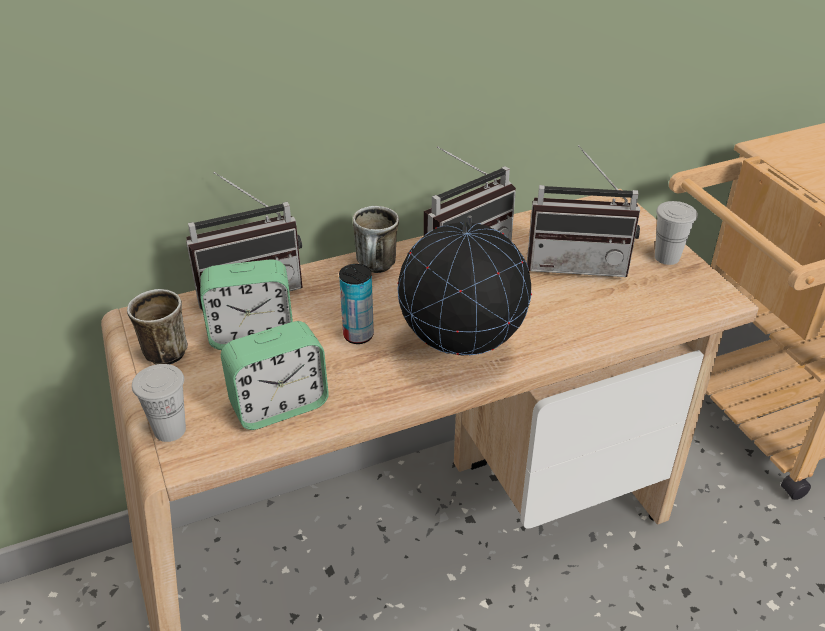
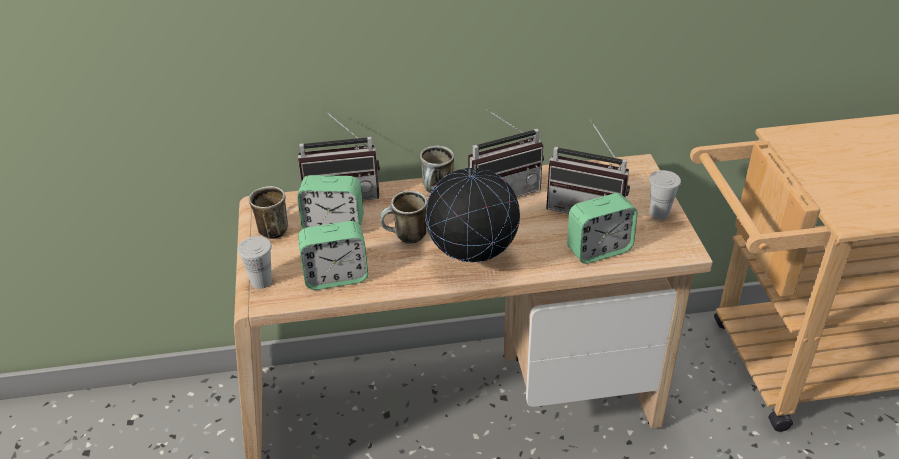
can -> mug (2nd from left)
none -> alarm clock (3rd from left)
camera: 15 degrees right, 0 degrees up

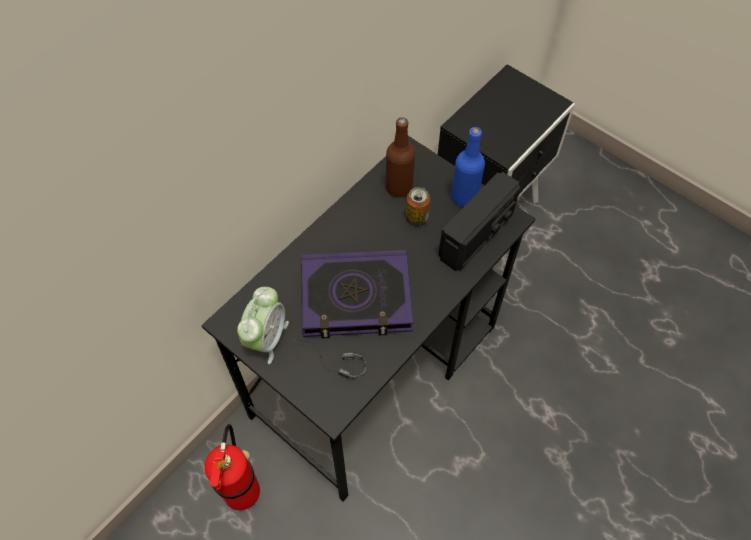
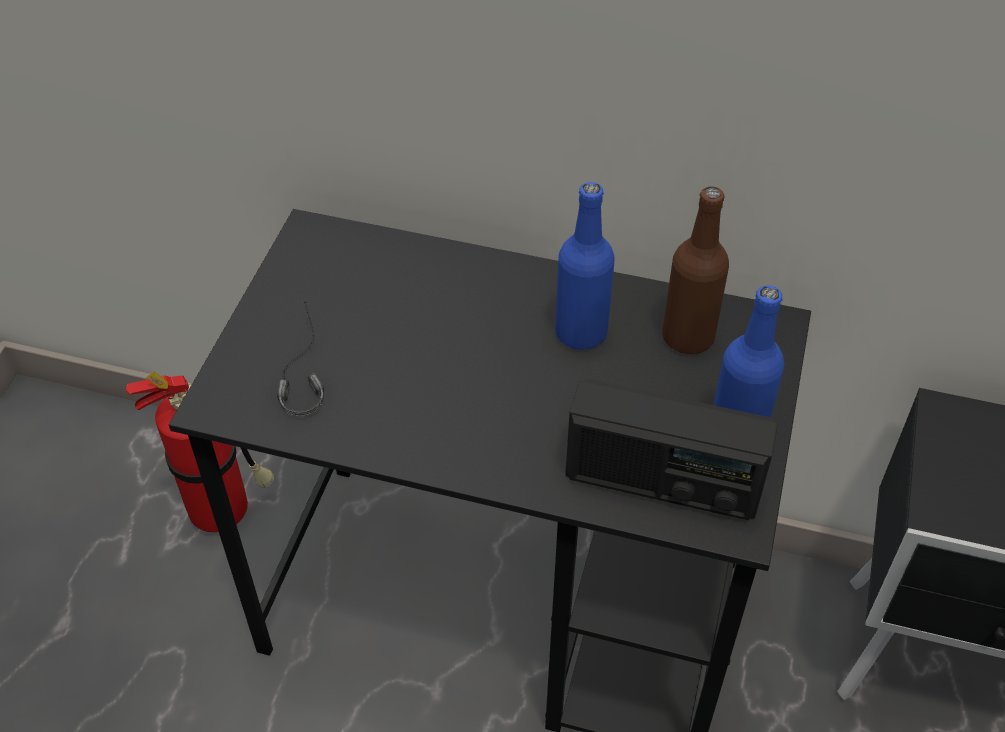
none -> blue bottle (1st from left)
alarm clock -> none
book -> none
can -> none
camera: 65 degrees right, 10 degrees down

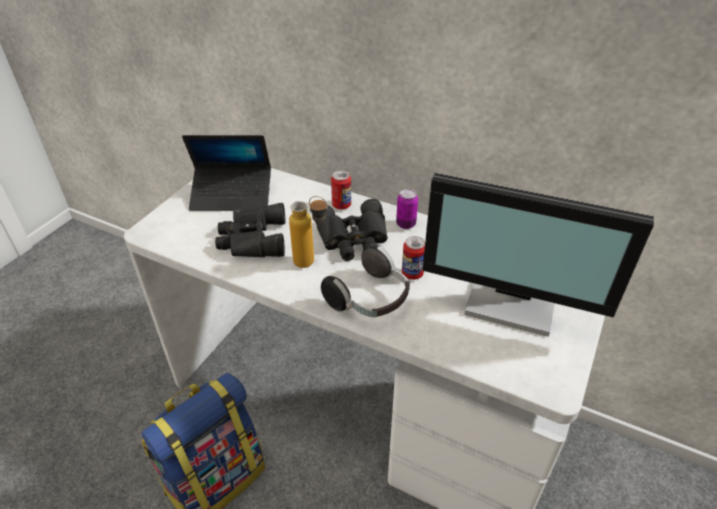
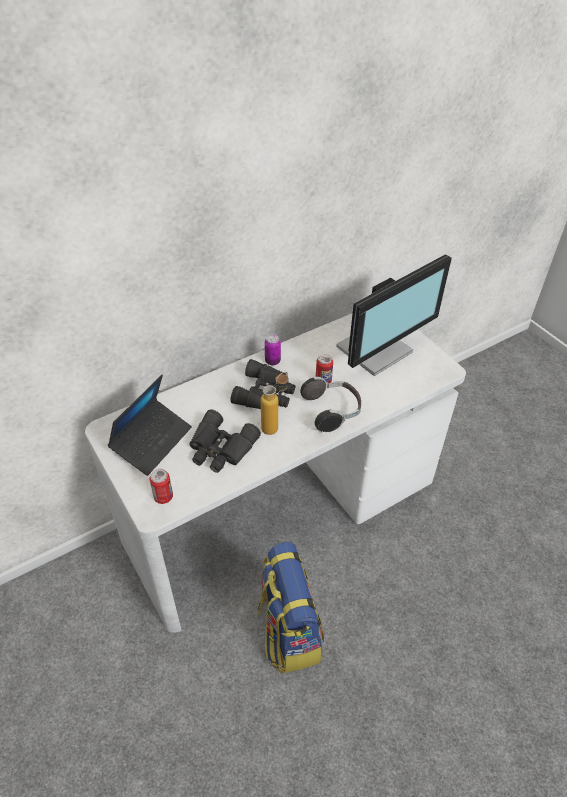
can (1st from left), move
camera: 60 degrees left, 5 degrees up

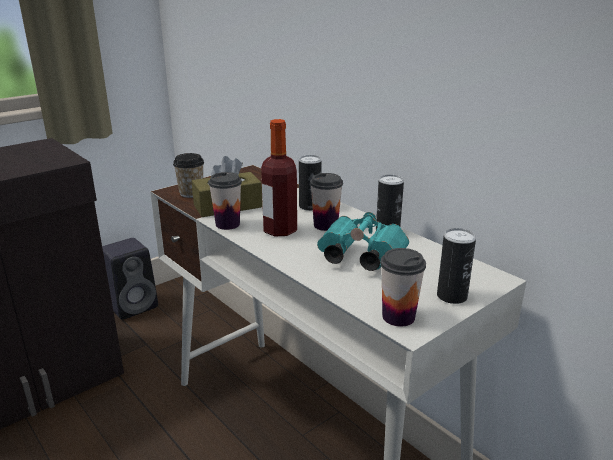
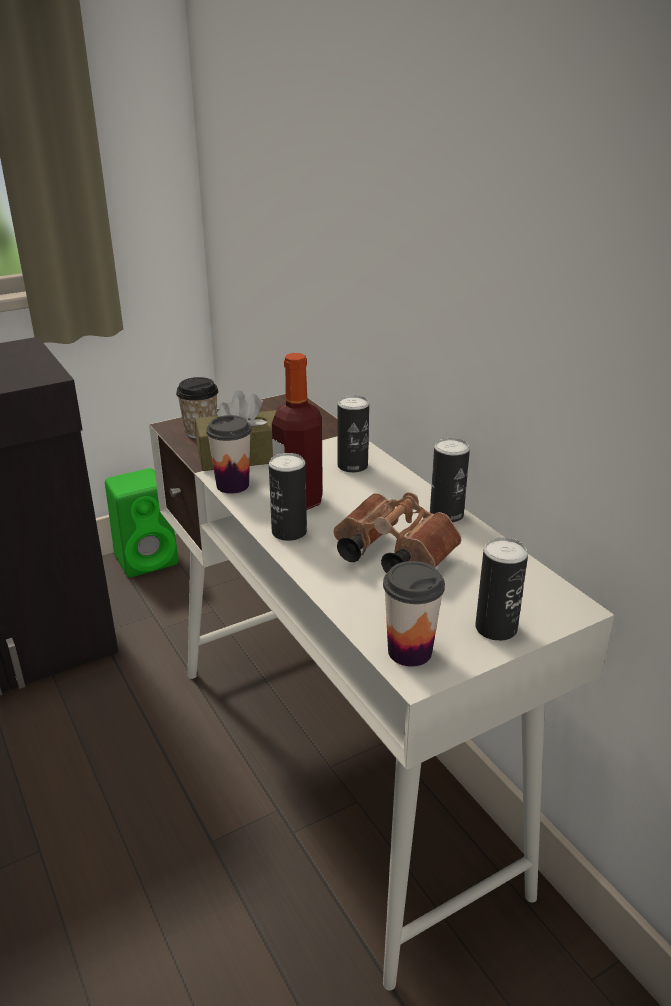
black speaker -> green speaker
none -> can (1st from left)
turquoise binoculars -> brown binoculars
cup (3rd from left) -> none
camera: 10 degrees right, 5 degrees up

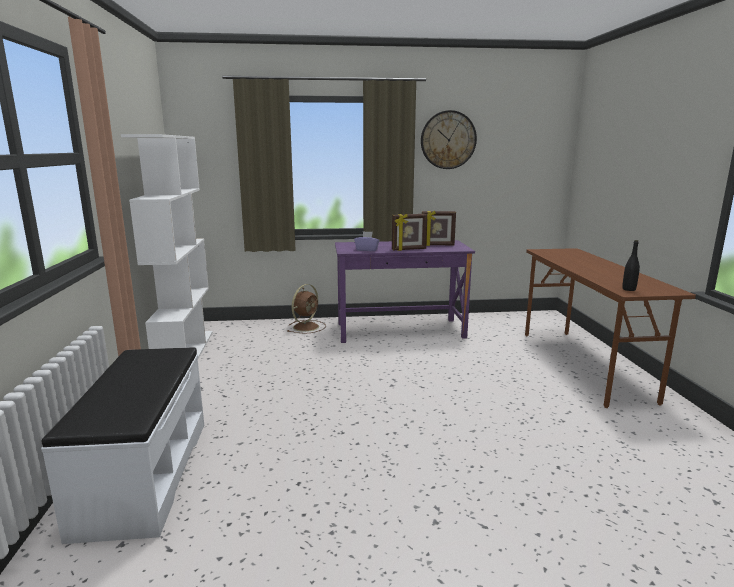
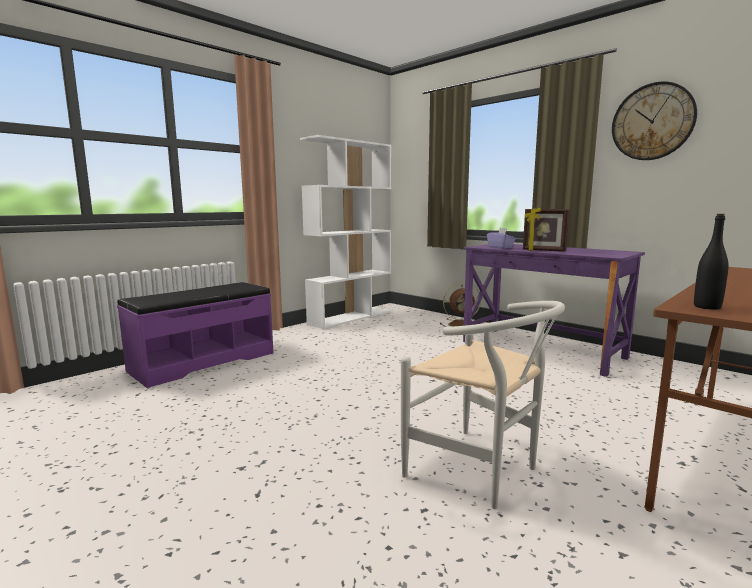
white bench -> purple bench
none -> white chair
picture frame (2nd from left) -> none
camera: 50 degrees right, 5 degrees down

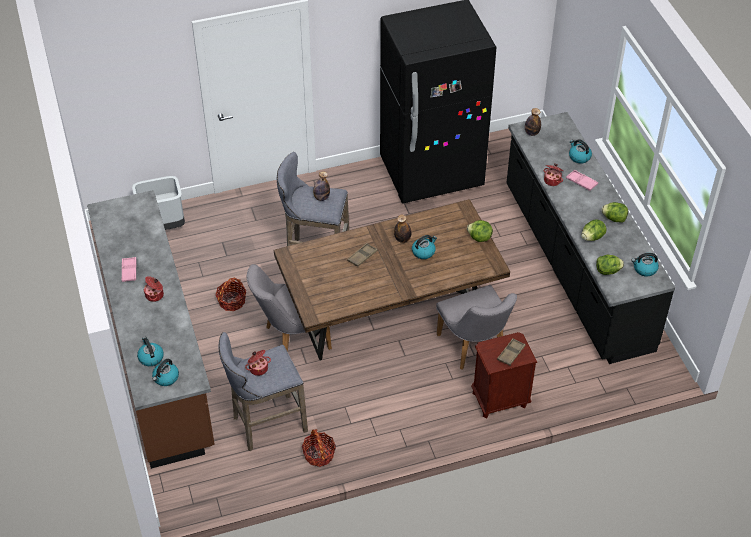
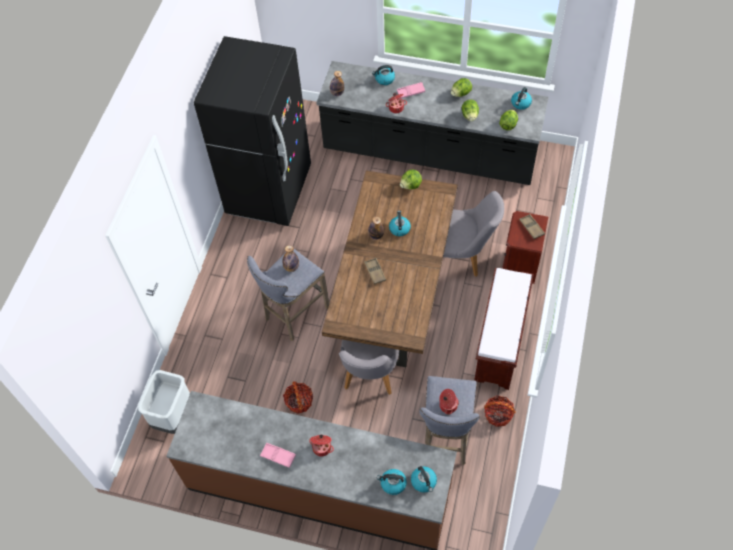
none -> brown bench
camera: 55 degrees left, 10 degrees up

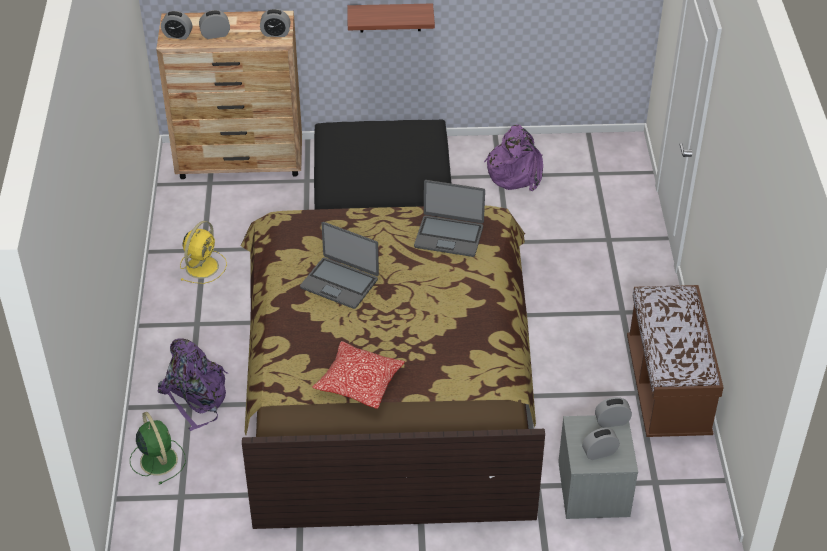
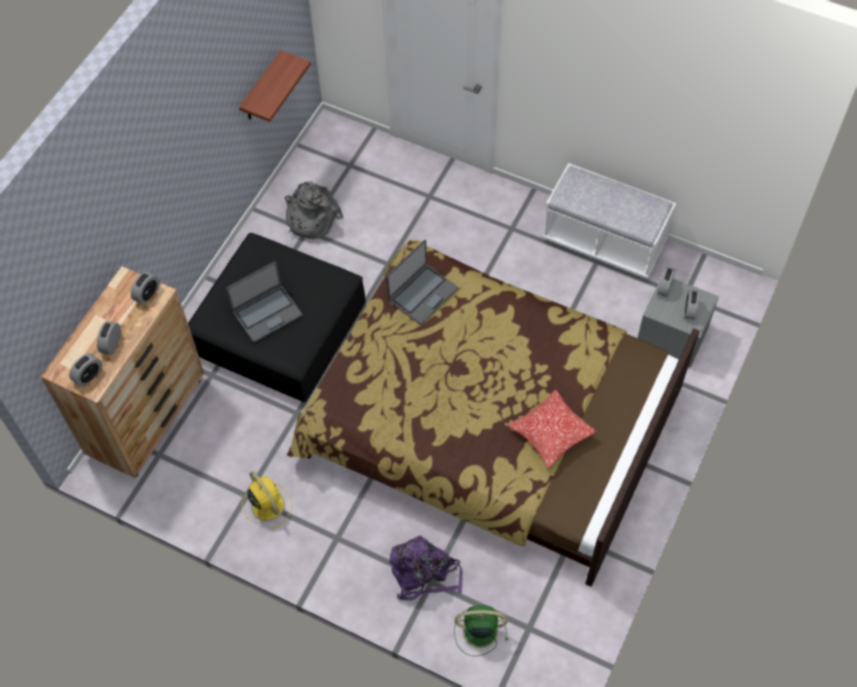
laptop (1st from left), move
shelf, move
purple backpack (2nd from left) -> grey backpack
brown bench -> white bench
camera: 60 degrees left, 15 degrees up

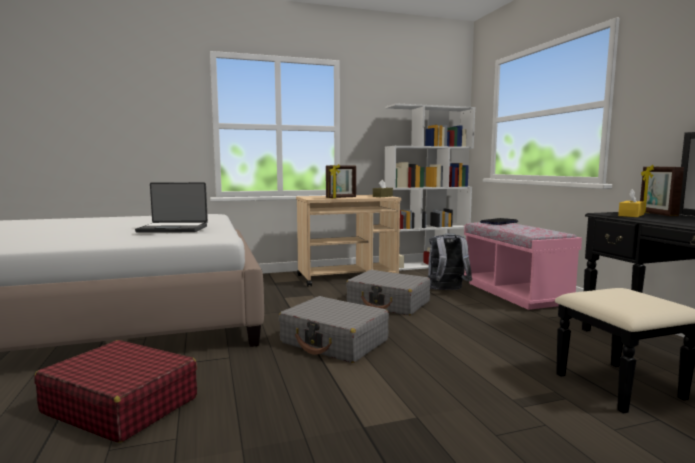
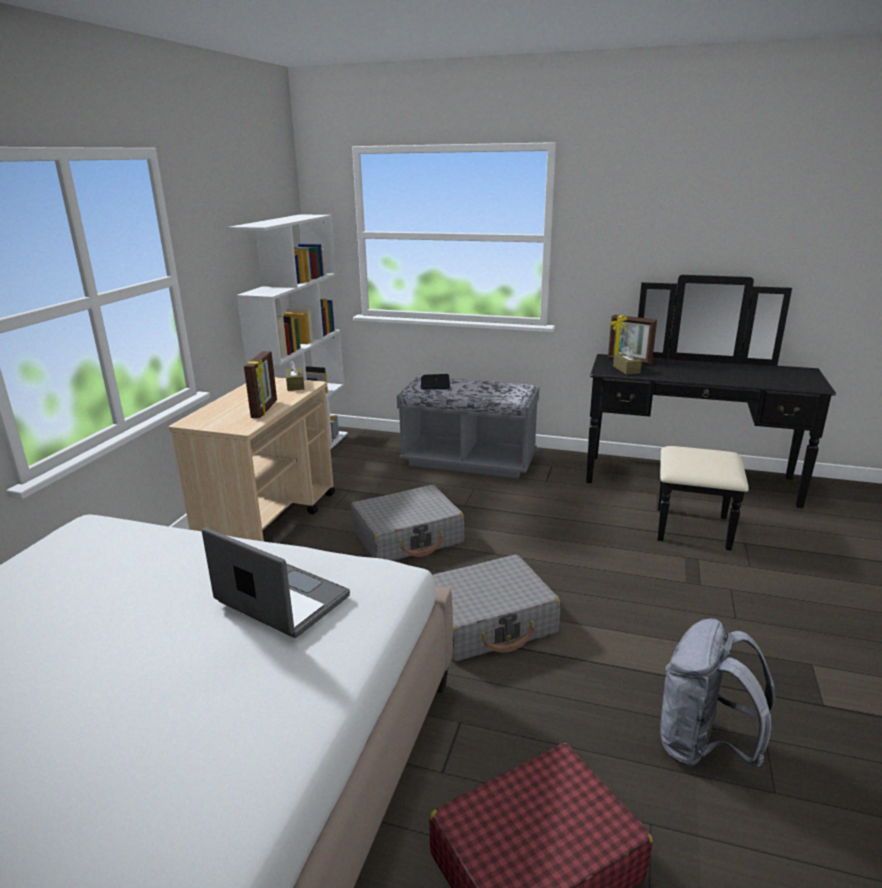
laptop (1st from left), 90 degrees counterclockwise
pink bench -> grey bench
yellow tissue box -> brown tissue box (2nd from left)
grey backpack, move
camera: 55 degrees left, 15 degrees up

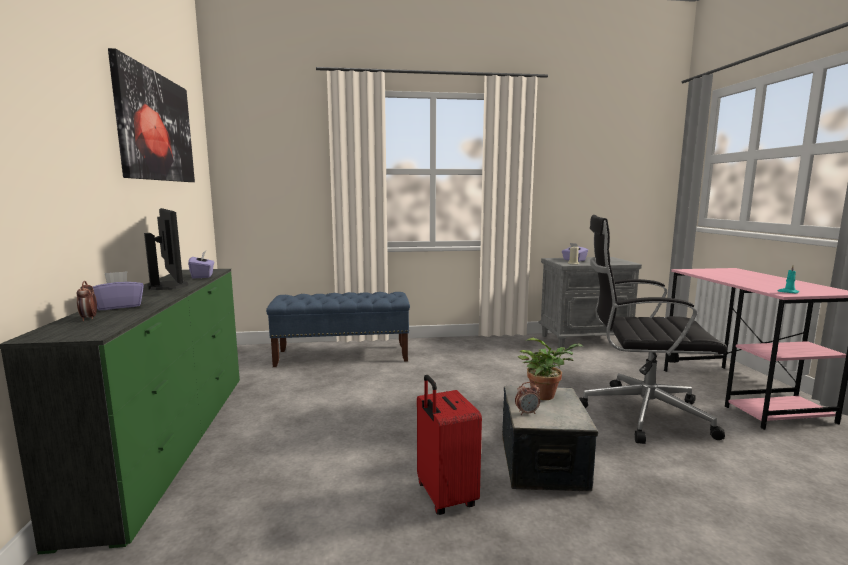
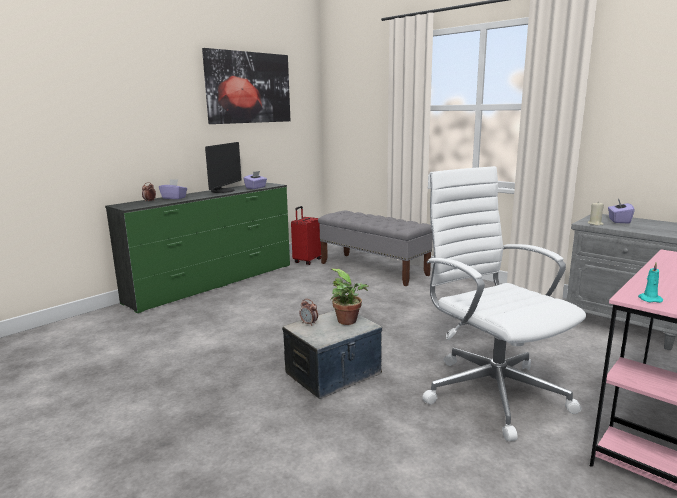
red suitcase, move
blue bench -> grey bench
black office chair -> white office chair
camera: 50 degrees right, 5 degrees up

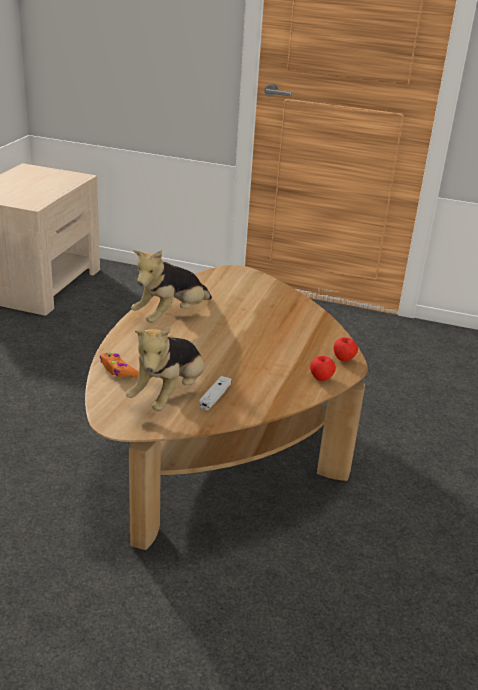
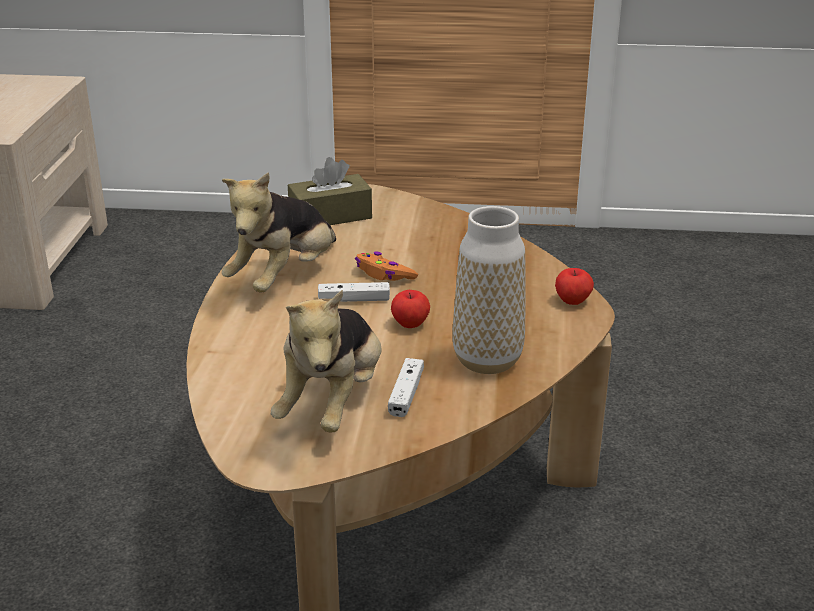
none -> brown tissue box
none -> white game controller (1st from left)
orange game controller, move
apple (1st from left), move
none -> vase
camera: 10 degrees left, 0 degrees up

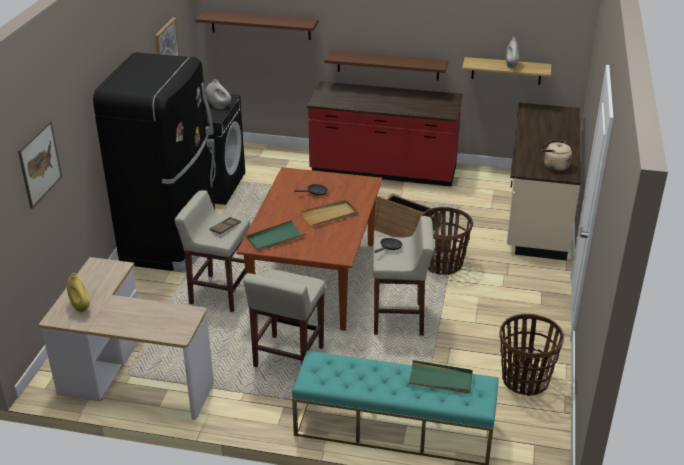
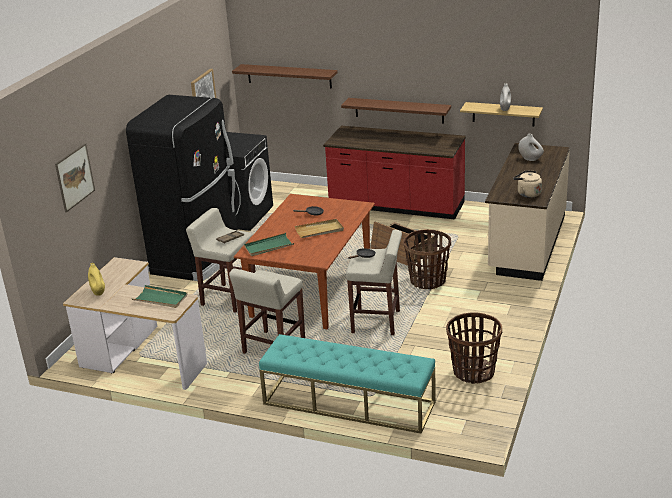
green tray (2nd from left in the first image) -> green tray (1st from left), move
white vase (1st from left in the first image) -> white vase (2nd from left), move
camera: 10 degrees right, 5 degrees down

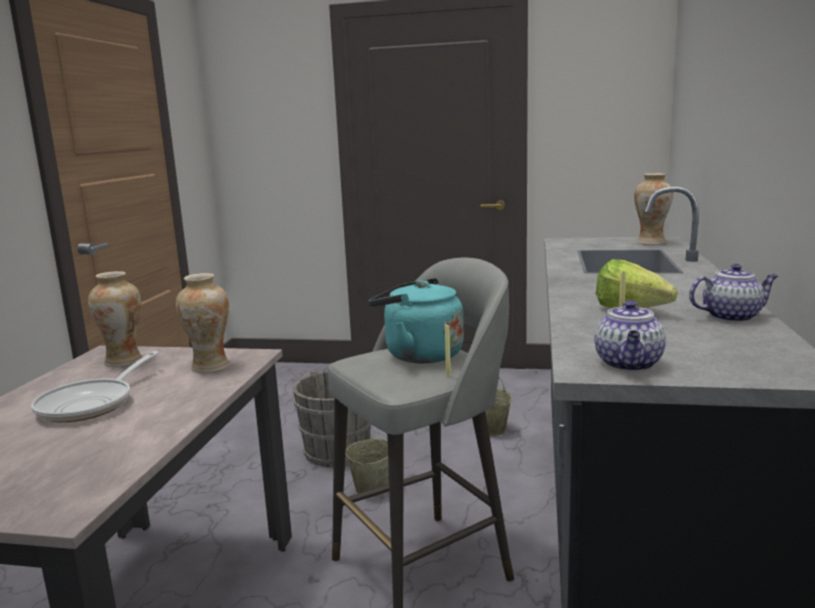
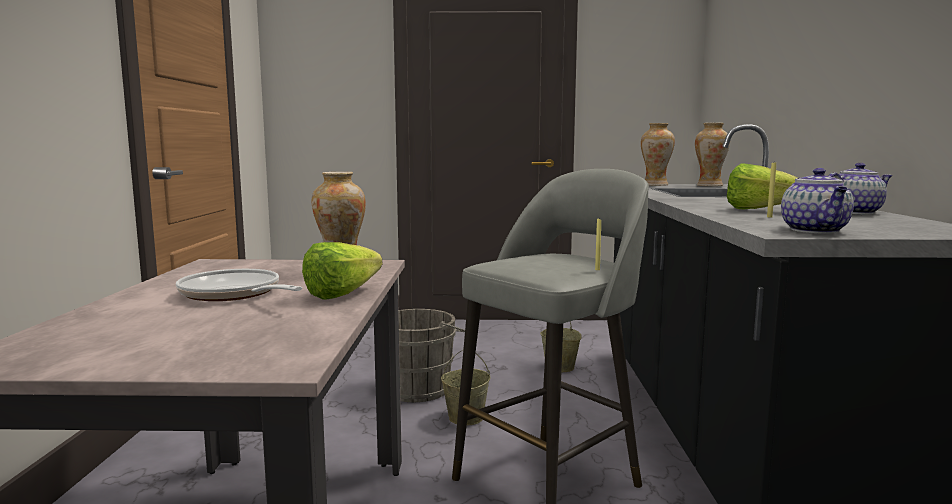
frying pan, 120 degrees clockwise
none -> lettuce (1st from left)
vase (1st from left in the first image) -> vase (2nd from left), move
turquoise kettle -> none
camera: 10 degrees left, 5 degrees down

